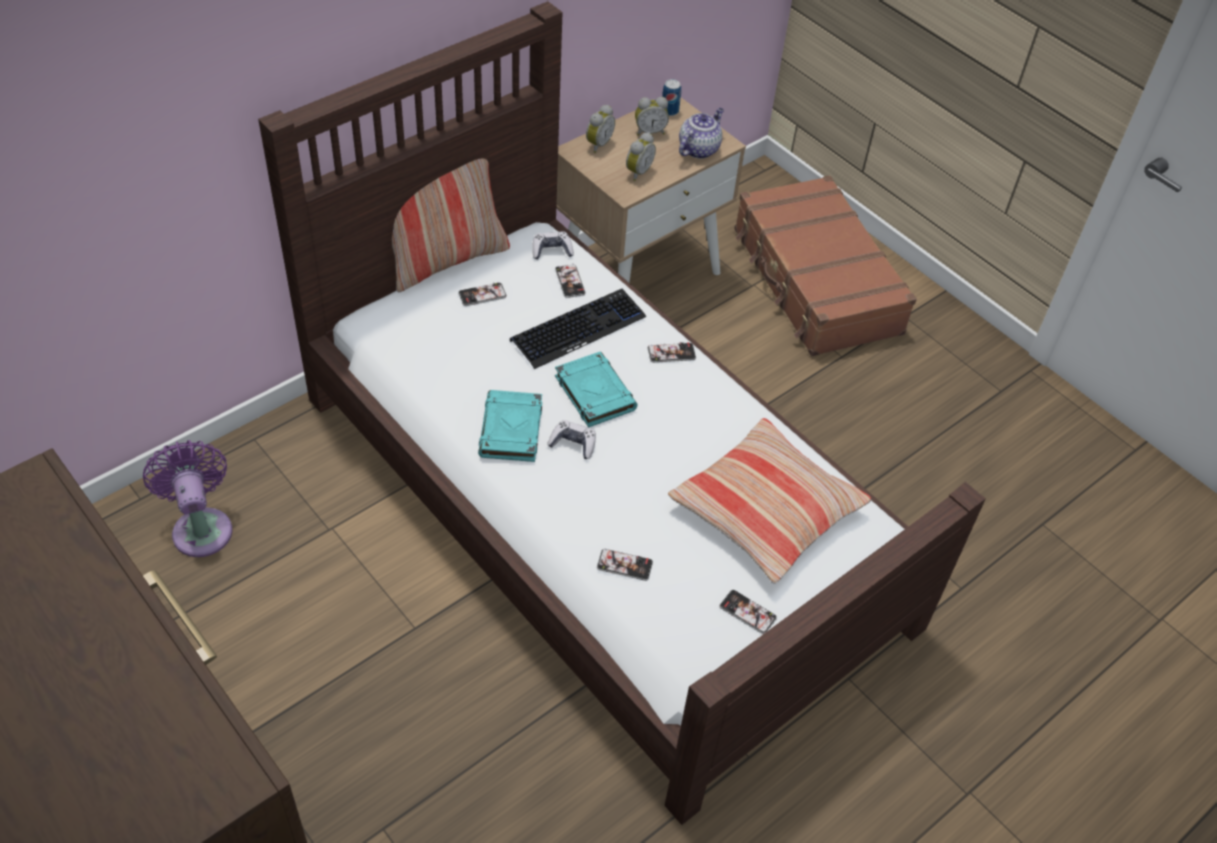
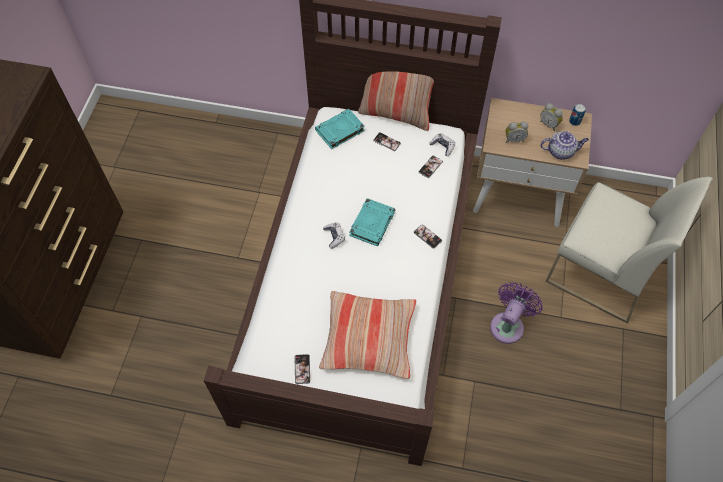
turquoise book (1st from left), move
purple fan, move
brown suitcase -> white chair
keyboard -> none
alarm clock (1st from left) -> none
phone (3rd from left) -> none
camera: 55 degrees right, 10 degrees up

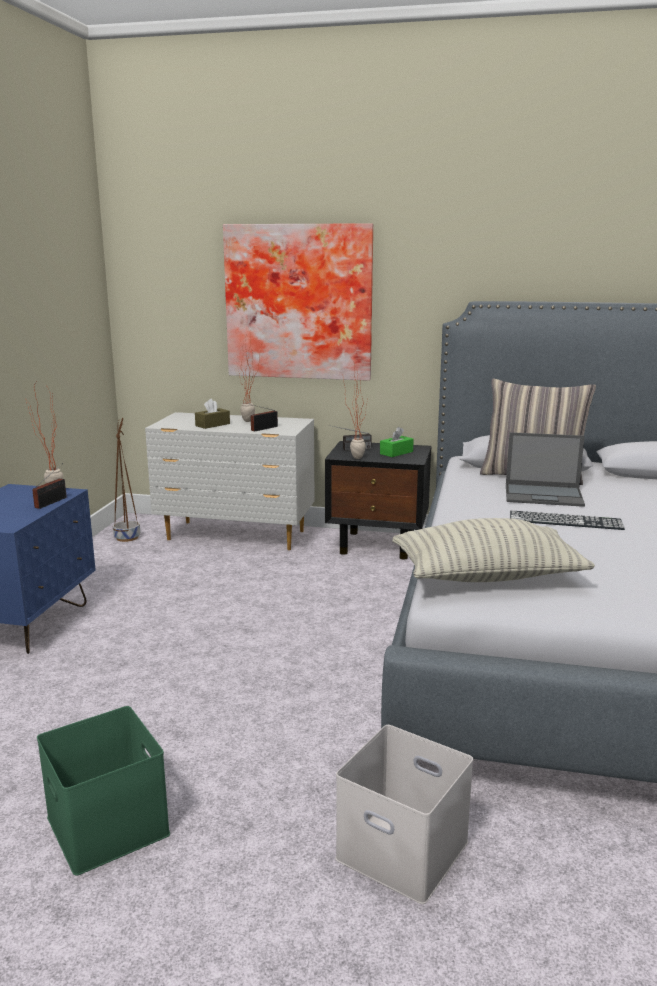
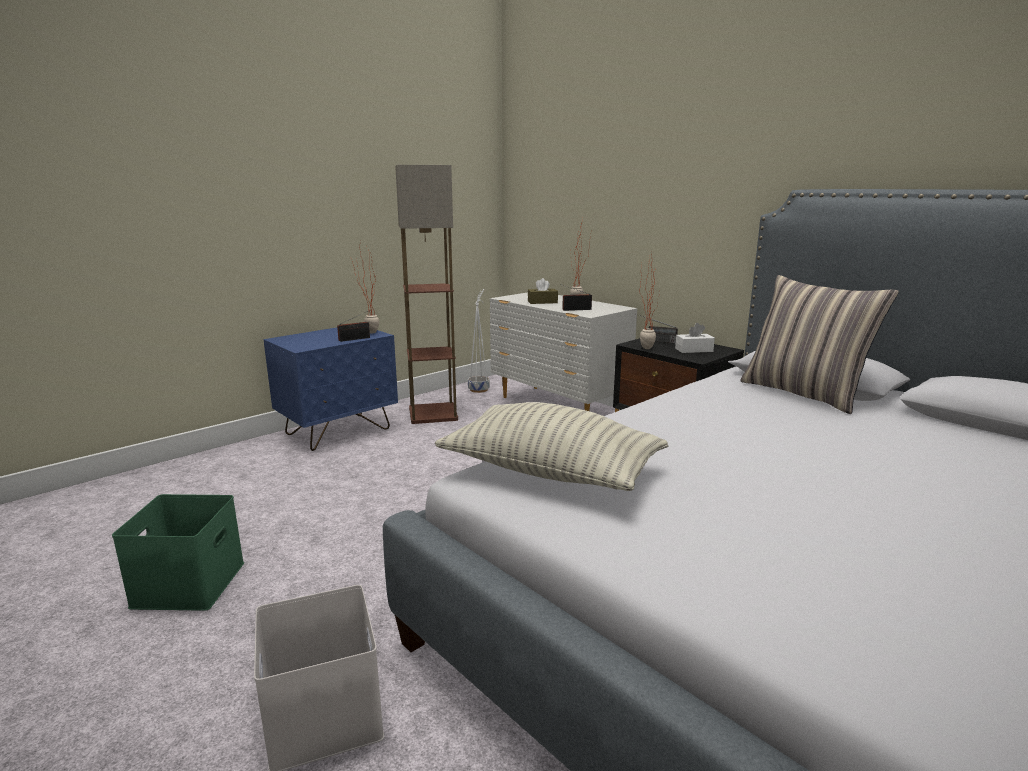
none -> floor lamp
brown planter -> white planter
green tissue box -> white tissue box
picture -> none
laptop -> none
keyboard -> none
camera: 35 degrees right, 0 degrees up

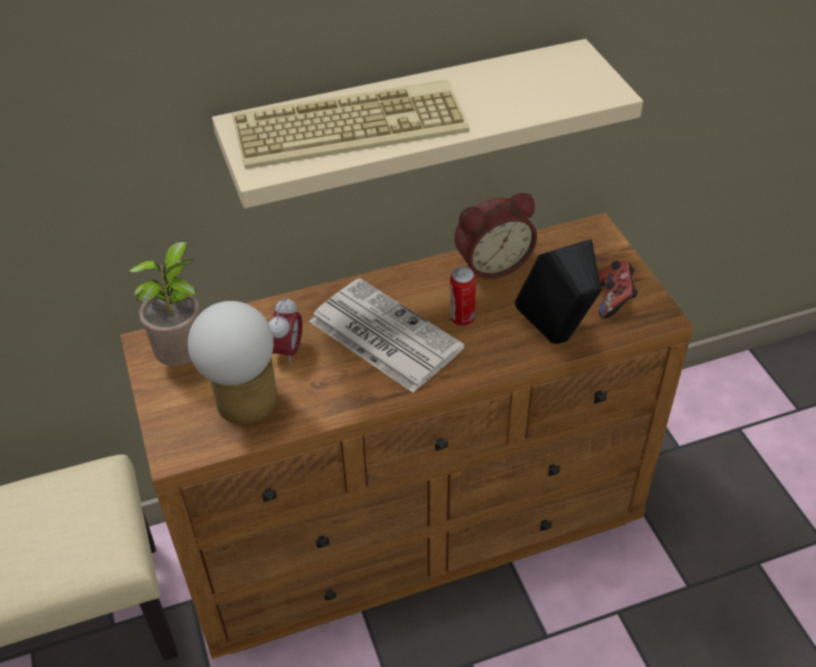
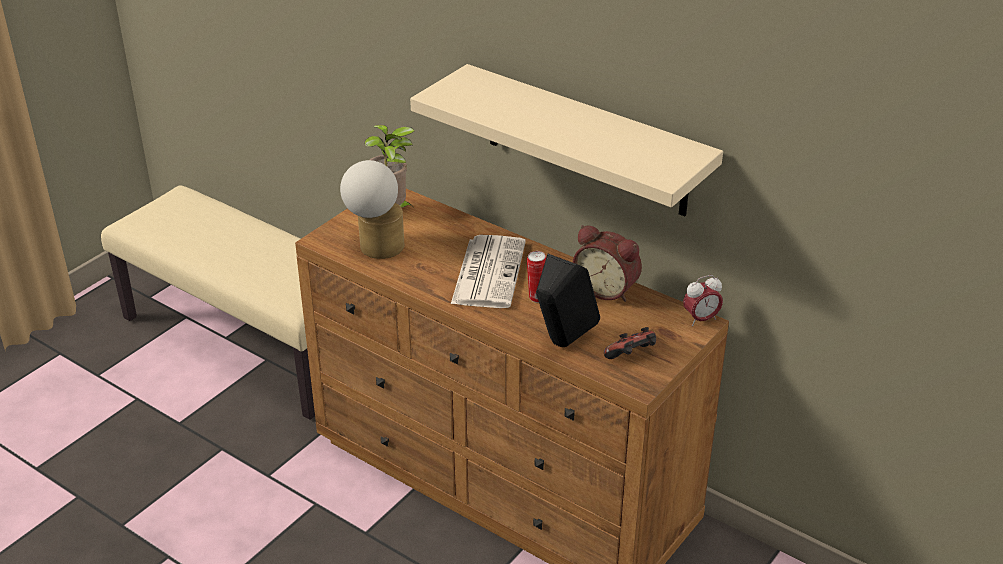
alarm clock (1st from left in the first image) -> alarm clock (2nd from left), move
keyboard -> none
camera: 55 degrees right, 10 degrees down

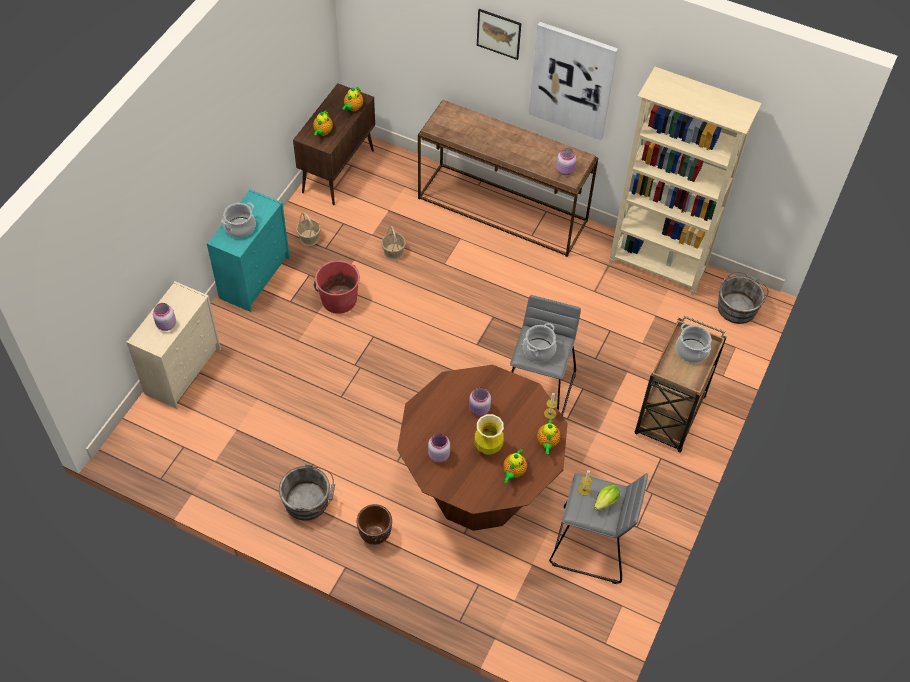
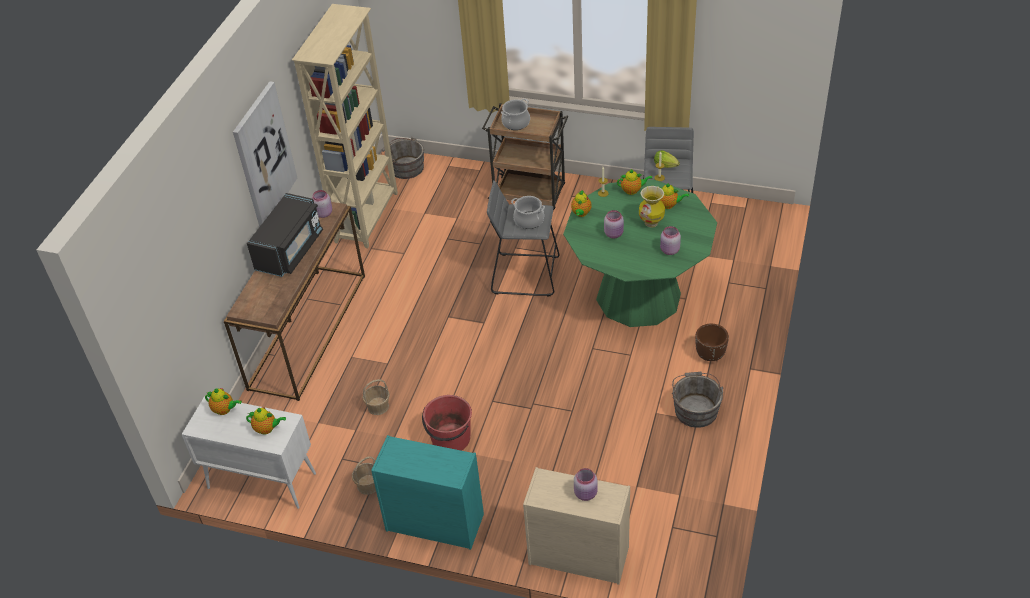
brown cabinet -> white cabinet
none -> black microwave
brown dining table -> green dining table
none -> teapot (3rd from left)
cooking pot (1st from left) -> none
picture (1st from left) -> none
camera: 95 degrees left, 10 degrees down

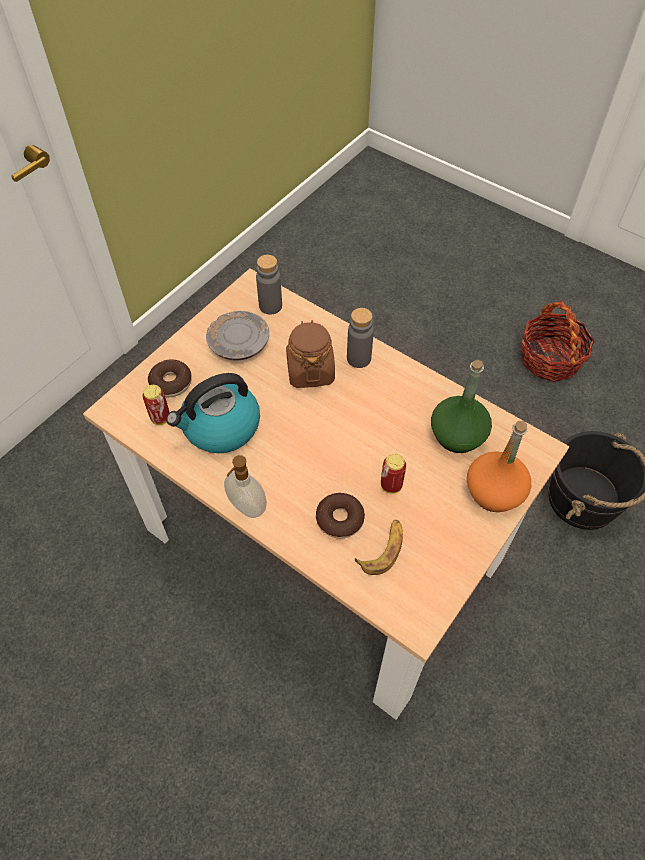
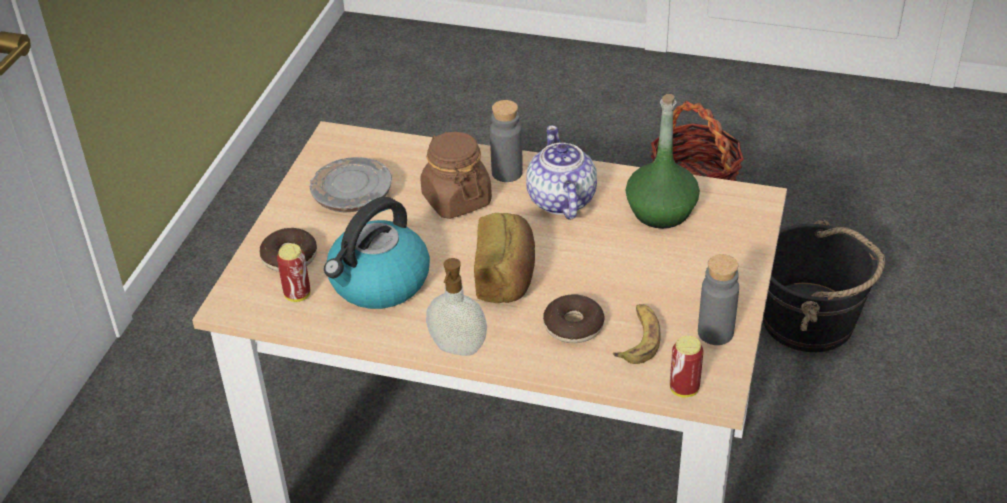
none -> bread
none -> teapot
can (2nd from left), move
grey bottle (1st from left in the first image) -> grey bottle (2nd from left), move
orange bottle -> none
camera: 20 degrees left, 15 degrees down

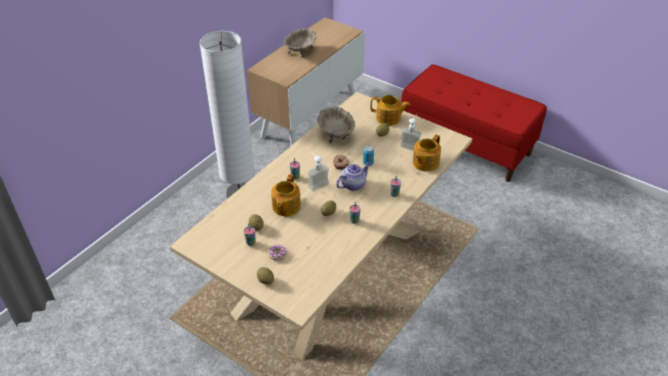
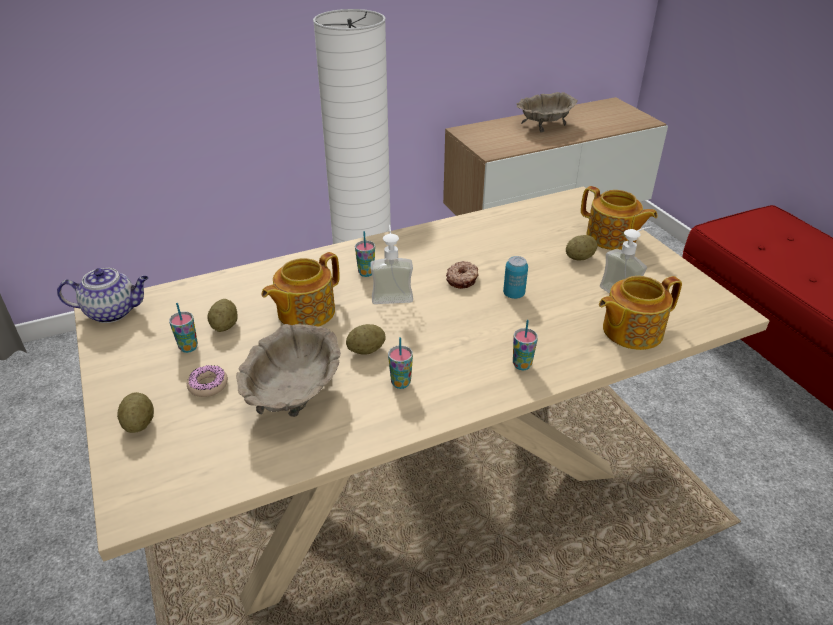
teapot (2nd from left in the first image) -> teapot (1st from left), move
beige bowl (2nd from left in the first image) -> beige bowl (1st from left), move
camera: 30 degrees right, 5 degrees down

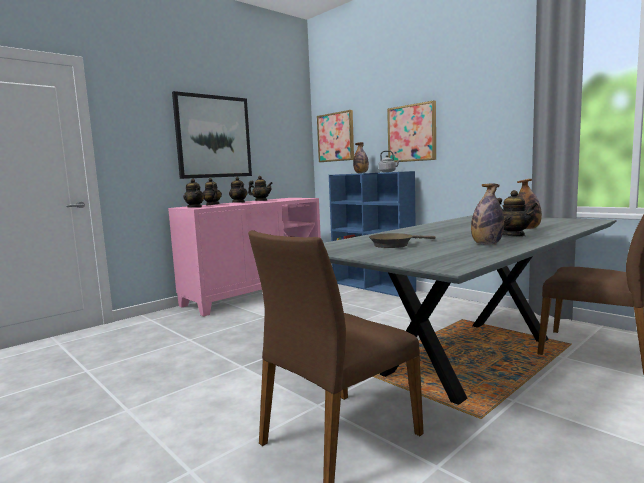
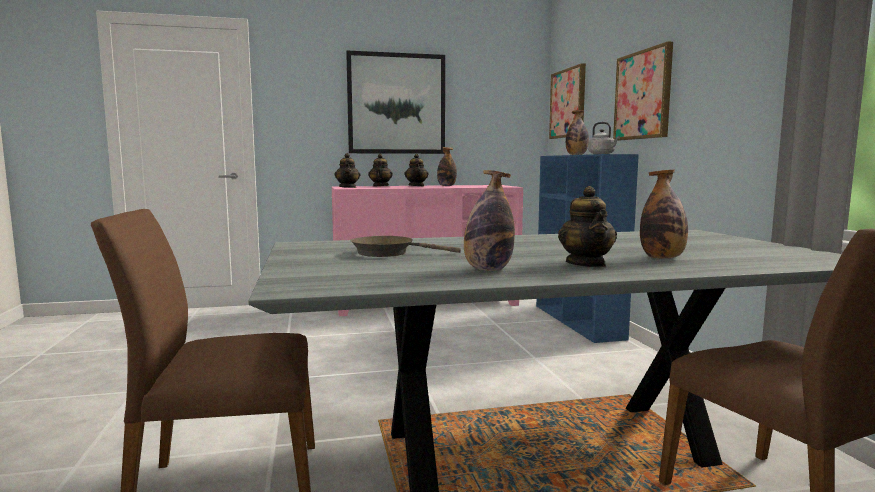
teapot (4th from left) -> bottle (1st from left)
camera: 30 degrees right, 0 degrees up

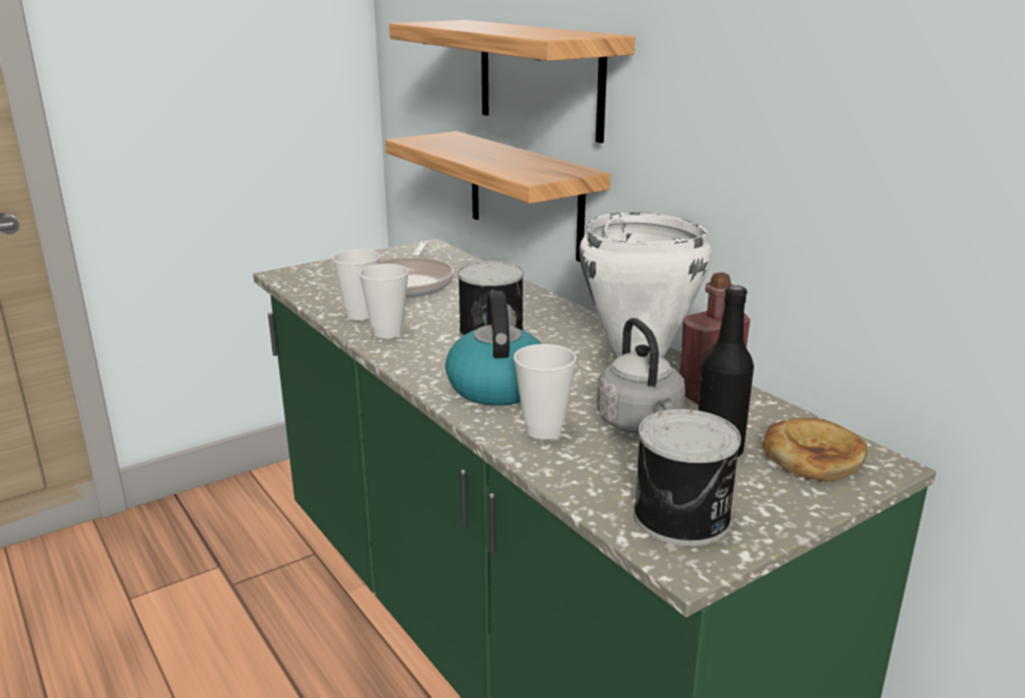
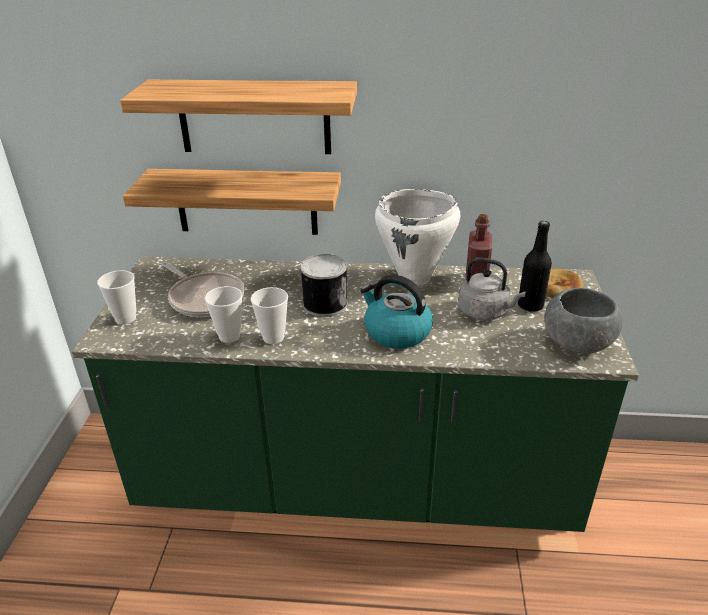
cup (3rd from left in the first image) -> cup (1st from left), move
can (2nd from left) -> grey bowl
camera: 50 degrees left, 10 degrees up

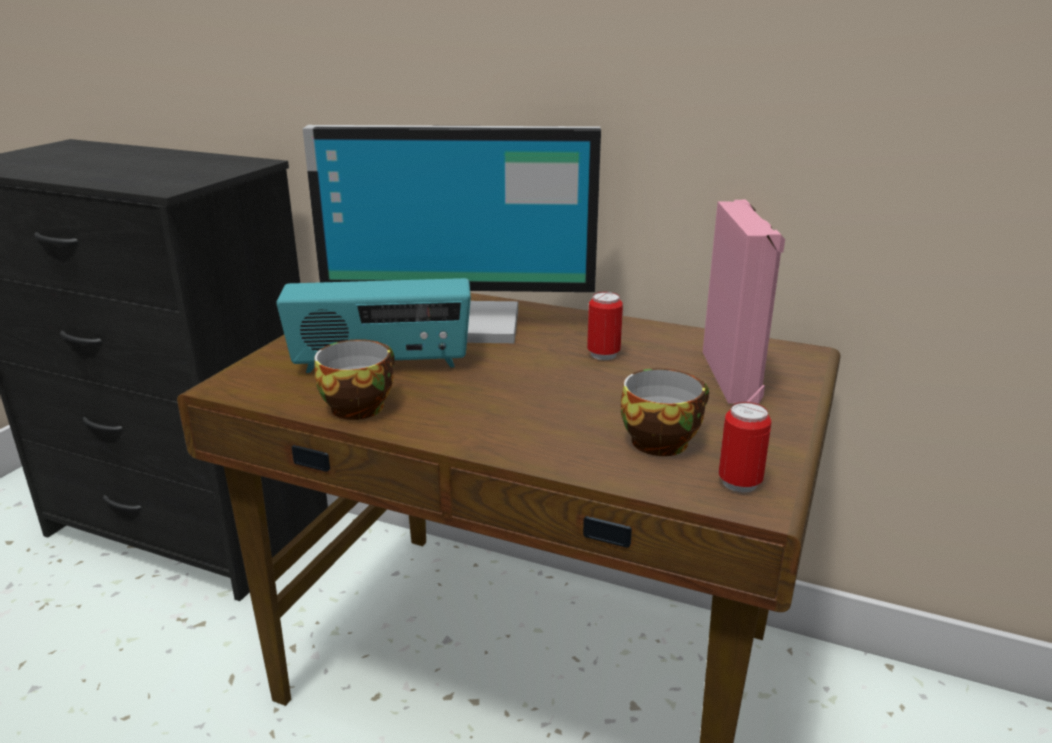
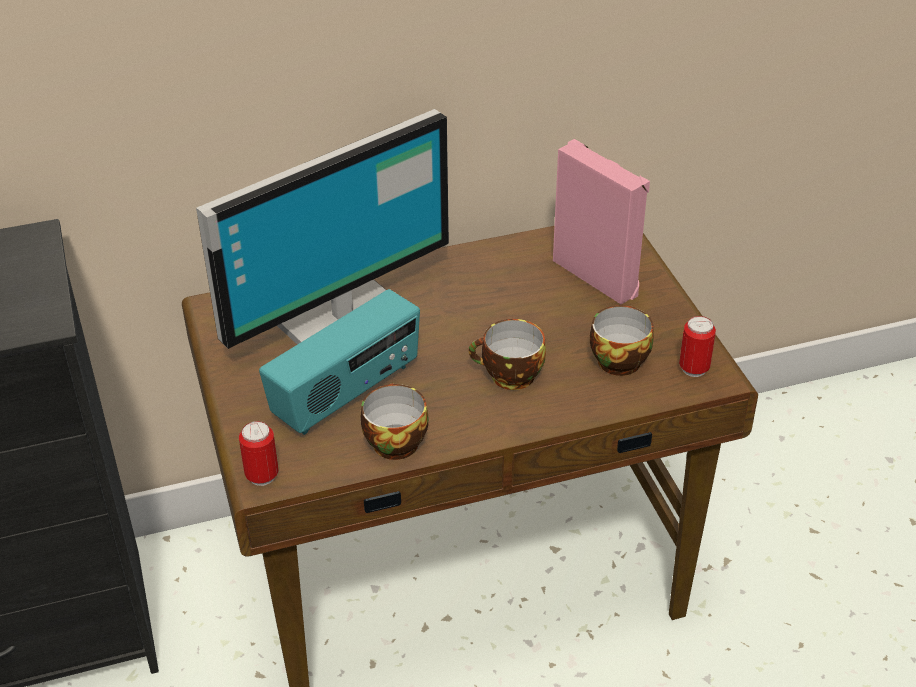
can (1st from left), move
none -> cup (2nd from left)
camera: 40 degrees left, 15 degrees up

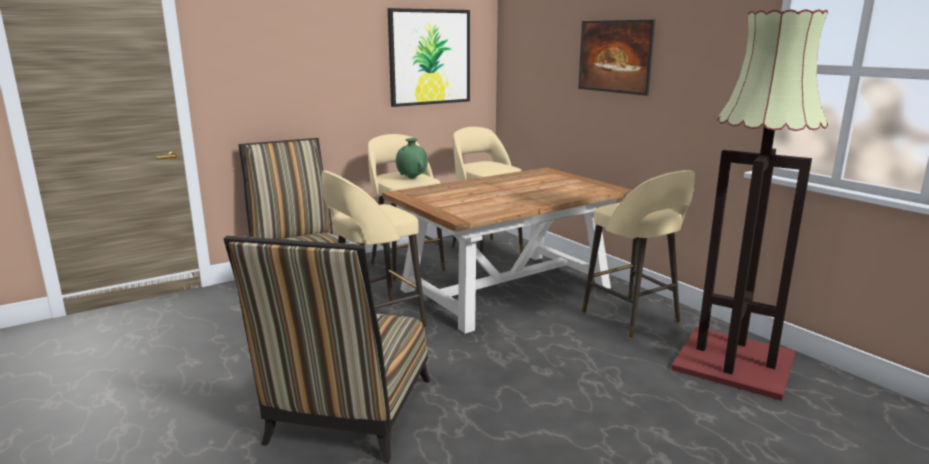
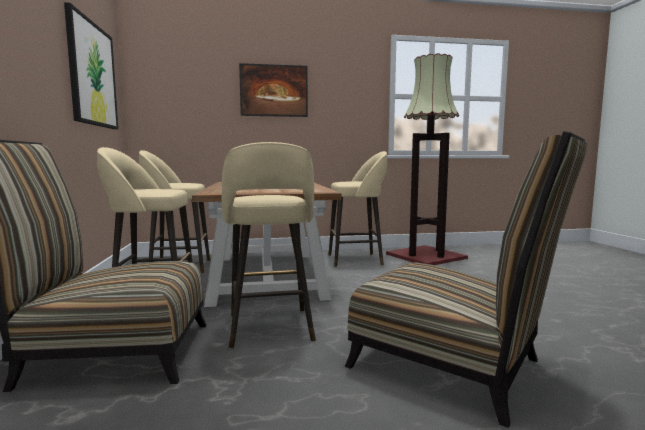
green vase -> none
camera: 65 degrees left, 10 degrees down

